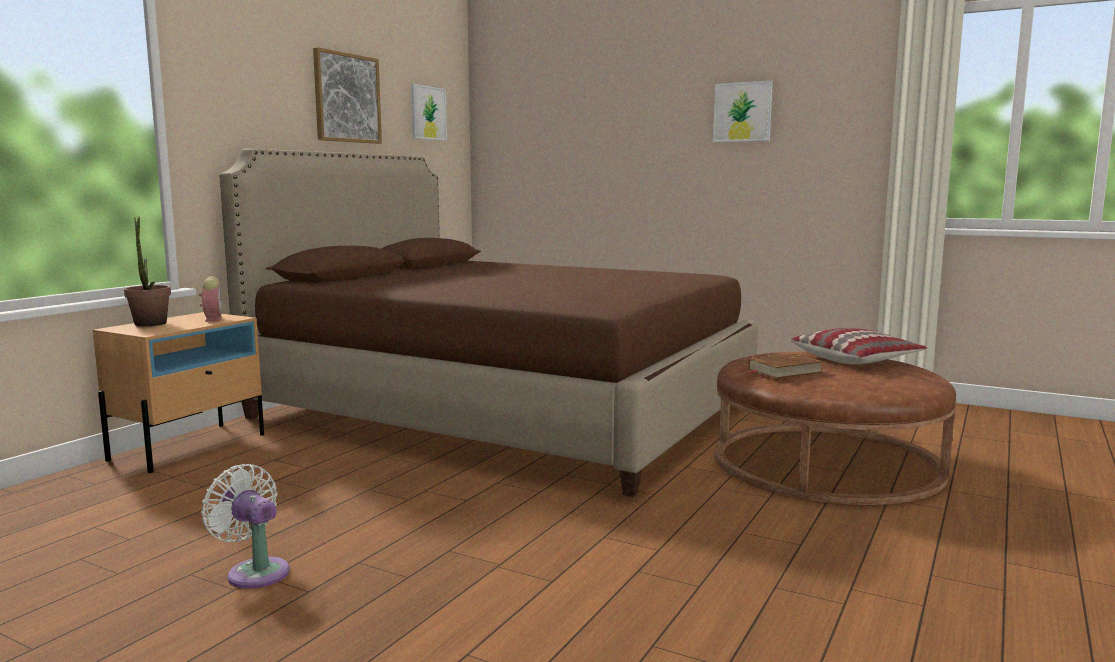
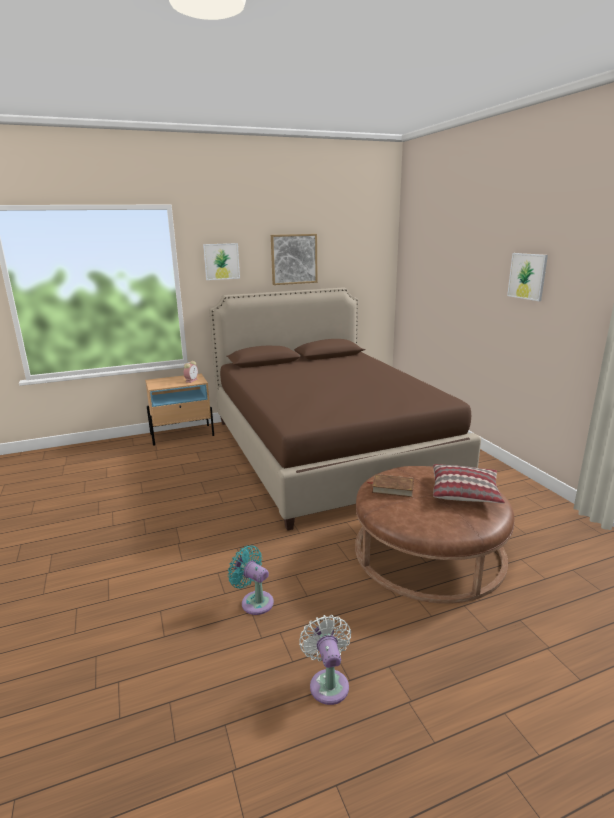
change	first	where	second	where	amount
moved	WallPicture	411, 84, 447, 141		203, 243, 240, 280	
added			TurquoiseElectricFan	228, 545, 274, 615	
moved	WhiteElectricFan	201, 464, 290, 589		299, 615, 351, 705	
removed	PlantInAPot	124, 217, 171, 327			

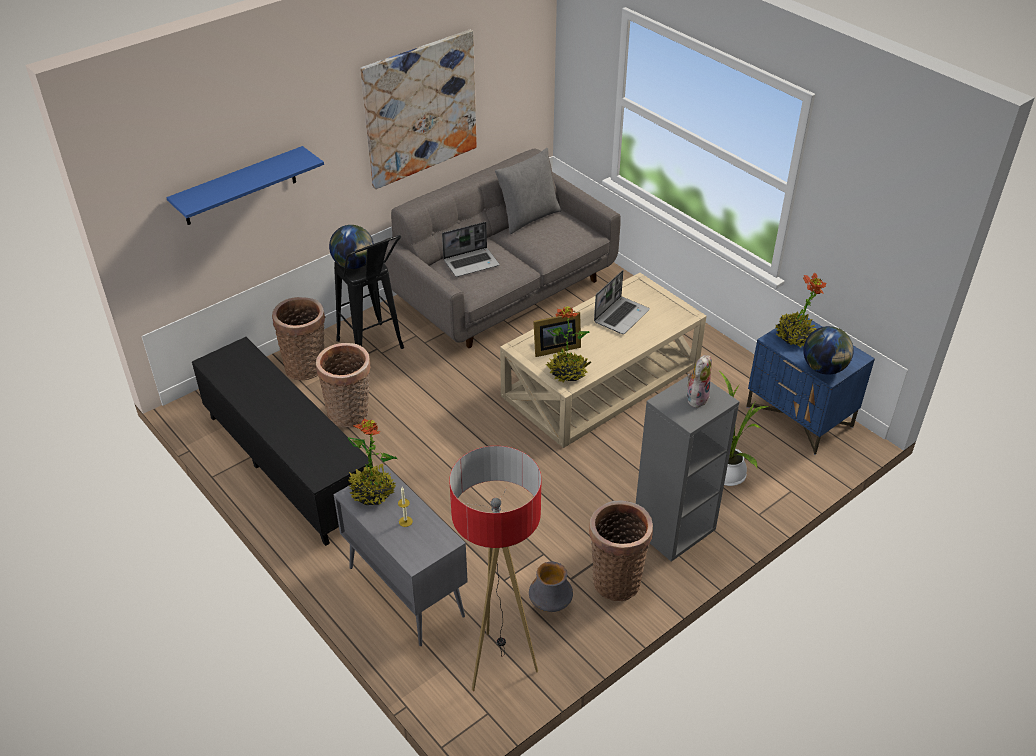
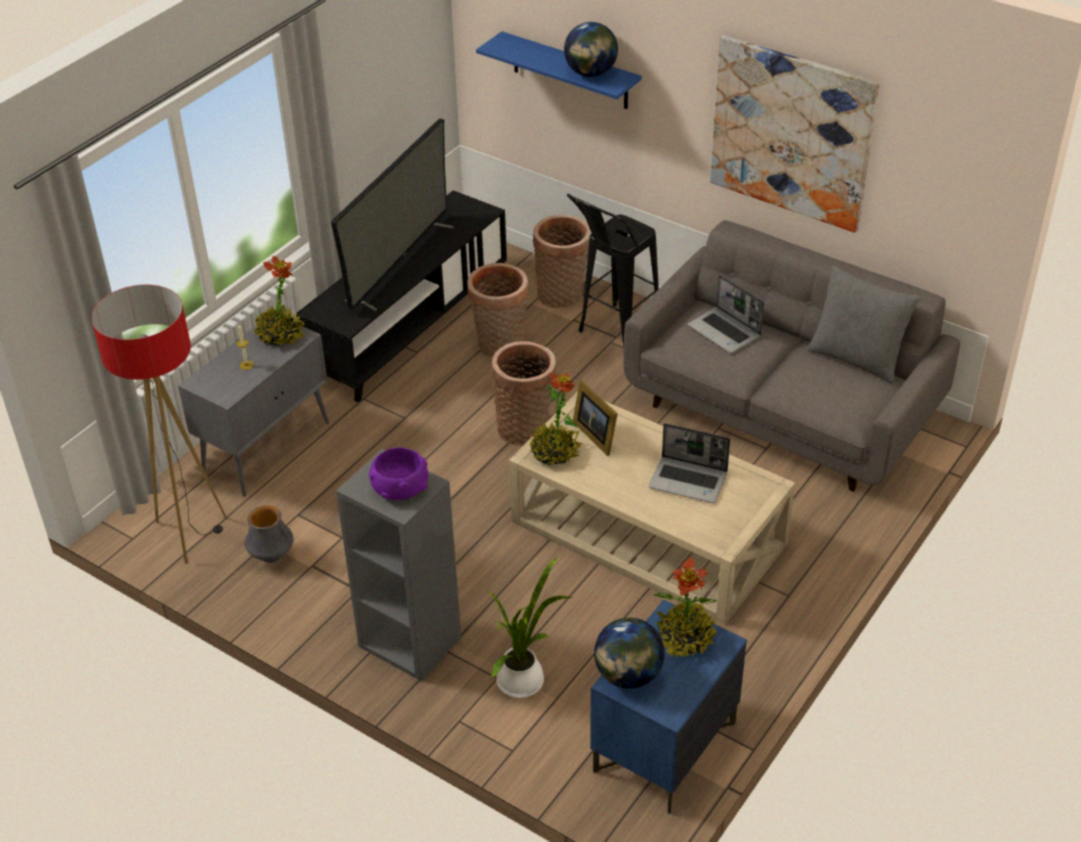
change	first	where	second	where	amount
added			TvSet	331, 118, 453, 311	
replaced	SoftToy	687, 355, 712, 408	PurplishBowl	369, 447, 428, 500	
moved	StorageBasket	589, 500, 653, 601		491, 341, 556, 445	
moved	DeskGlobe	329, 225, 374, 269		564, 22, 618, 77	

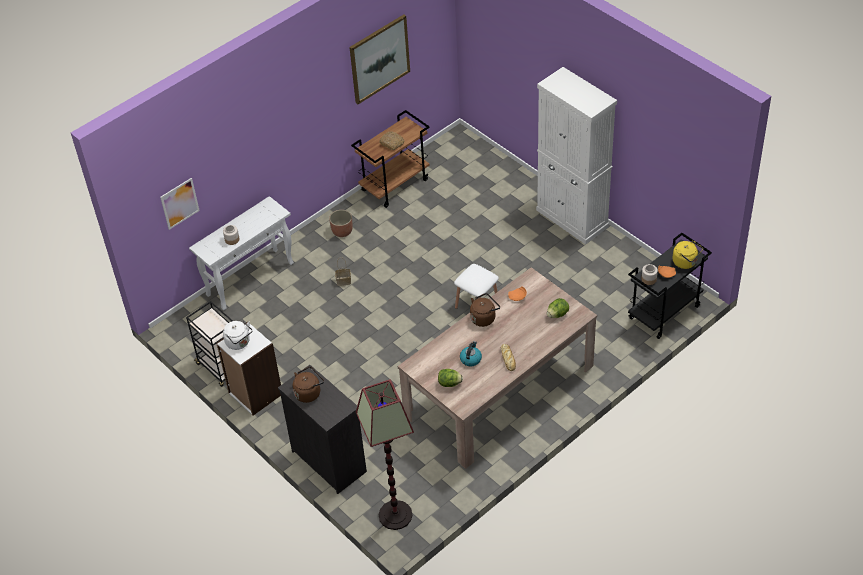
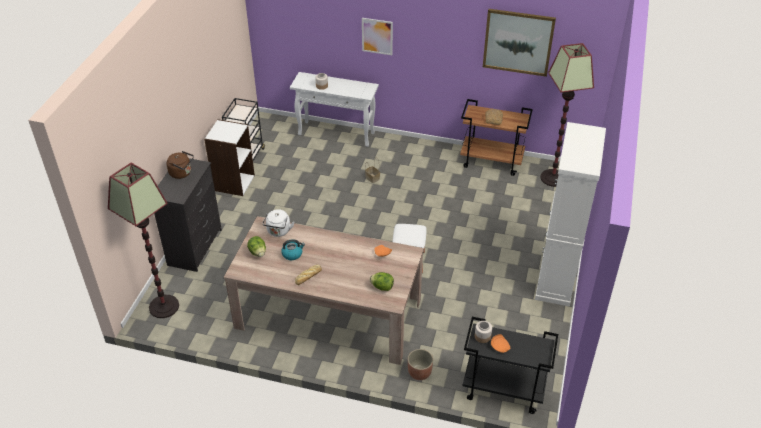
change	first	where	second	where	amount
moved	WhiteWaterKettle	223, 321, 253, 350		263, 209, 294, 237	
moved	WallPicture	160, 178, 200, 230		362, 18, 393, 55	
moved	FlowerPot	329, 210, 353, 237		408, 349, 433, 380	
added			FloorLamp	540, 43, 594, 187	
removed	BrownWaterKettle	470, 293, 500, 327			
removed	YellowWaterKettle	672, 241, 703, 269			

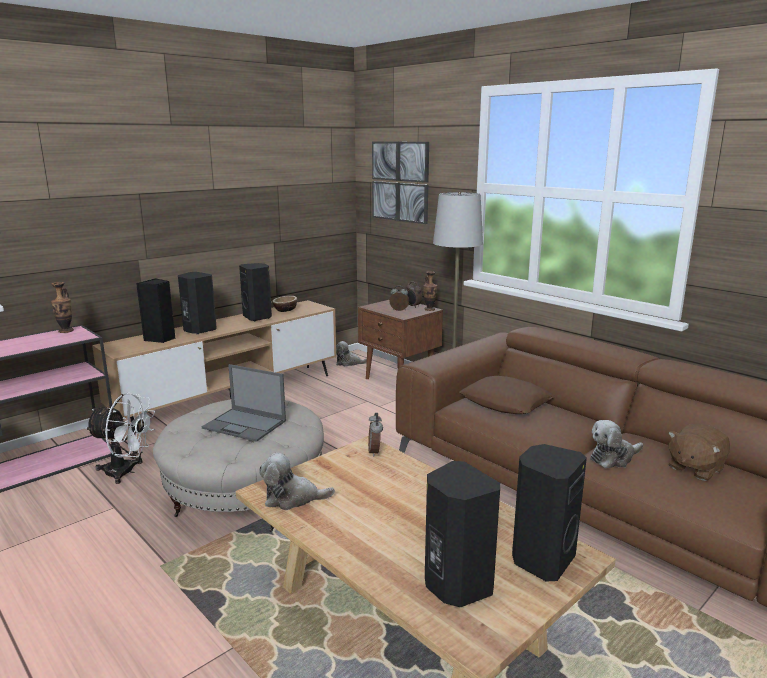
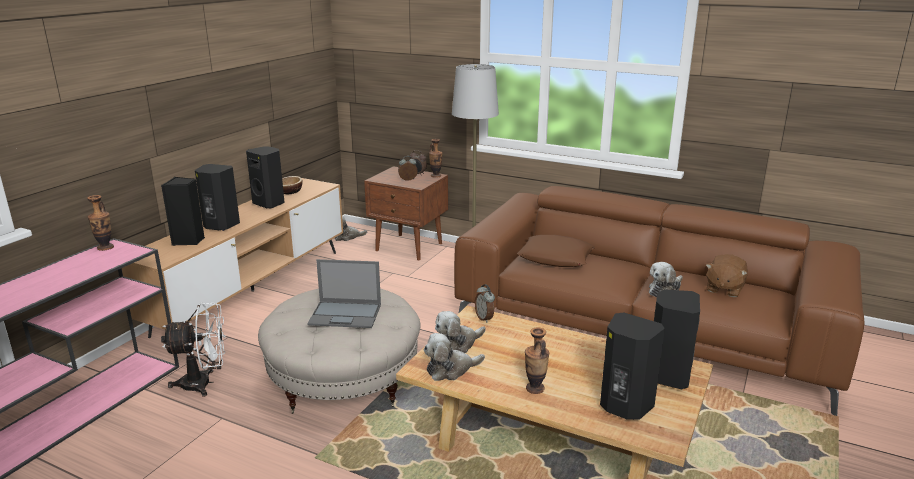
change	first	where	second	where	amount
added			SoftToy	435, 311, 486, 353	
added			Vase	525, 327, 549, 394	
removed	WallPicture	372, 142, 429, 224			

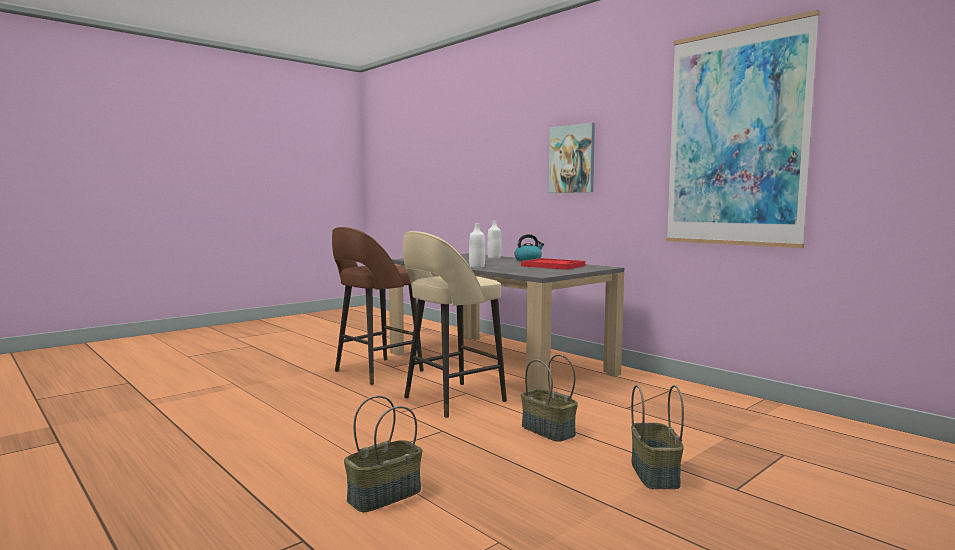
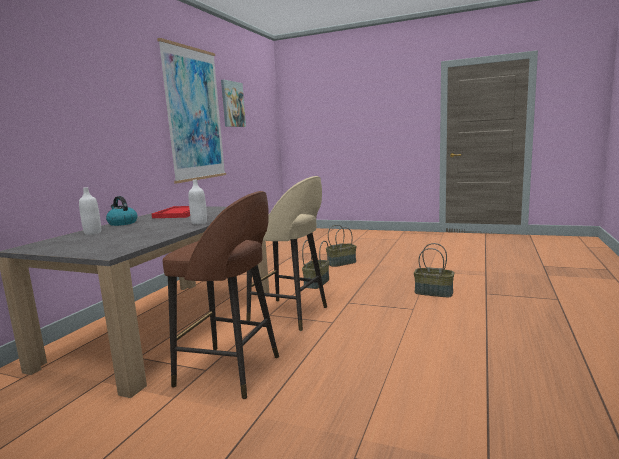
change	first	where	second	where	amount
moved	WallPicture	549, 122, 595, 193		221, 80, 246, 127	

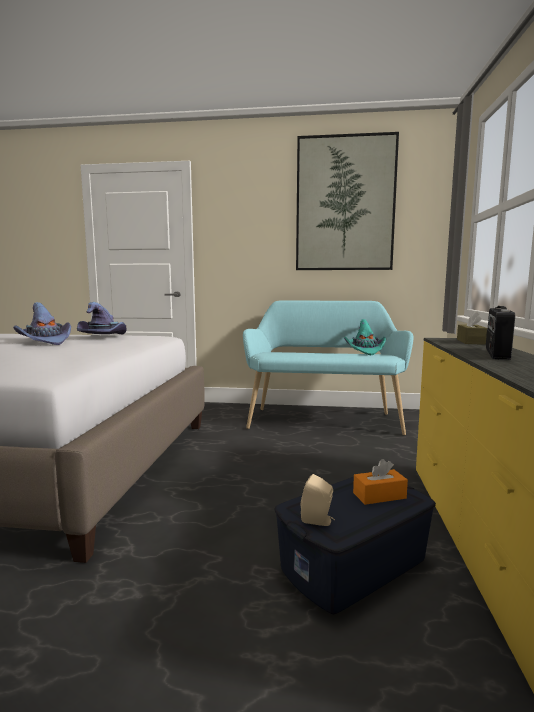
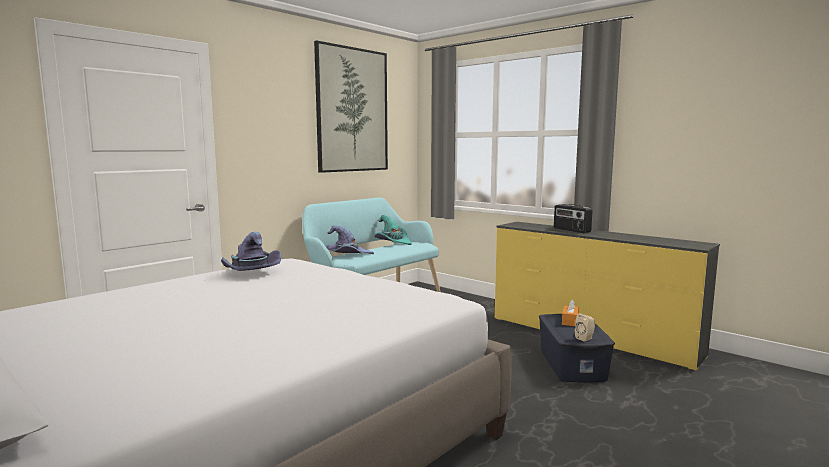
change	first	where	second	where	amount
moved	PurplishWearableHat	13, 302, 71, 345		327, 225, 374, 254	
removed	BrownBoxOfTissues	457, 311, 488, 345			

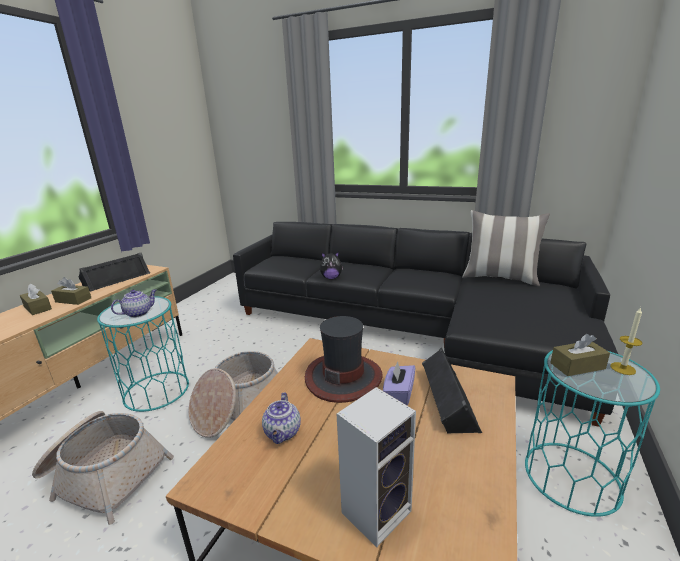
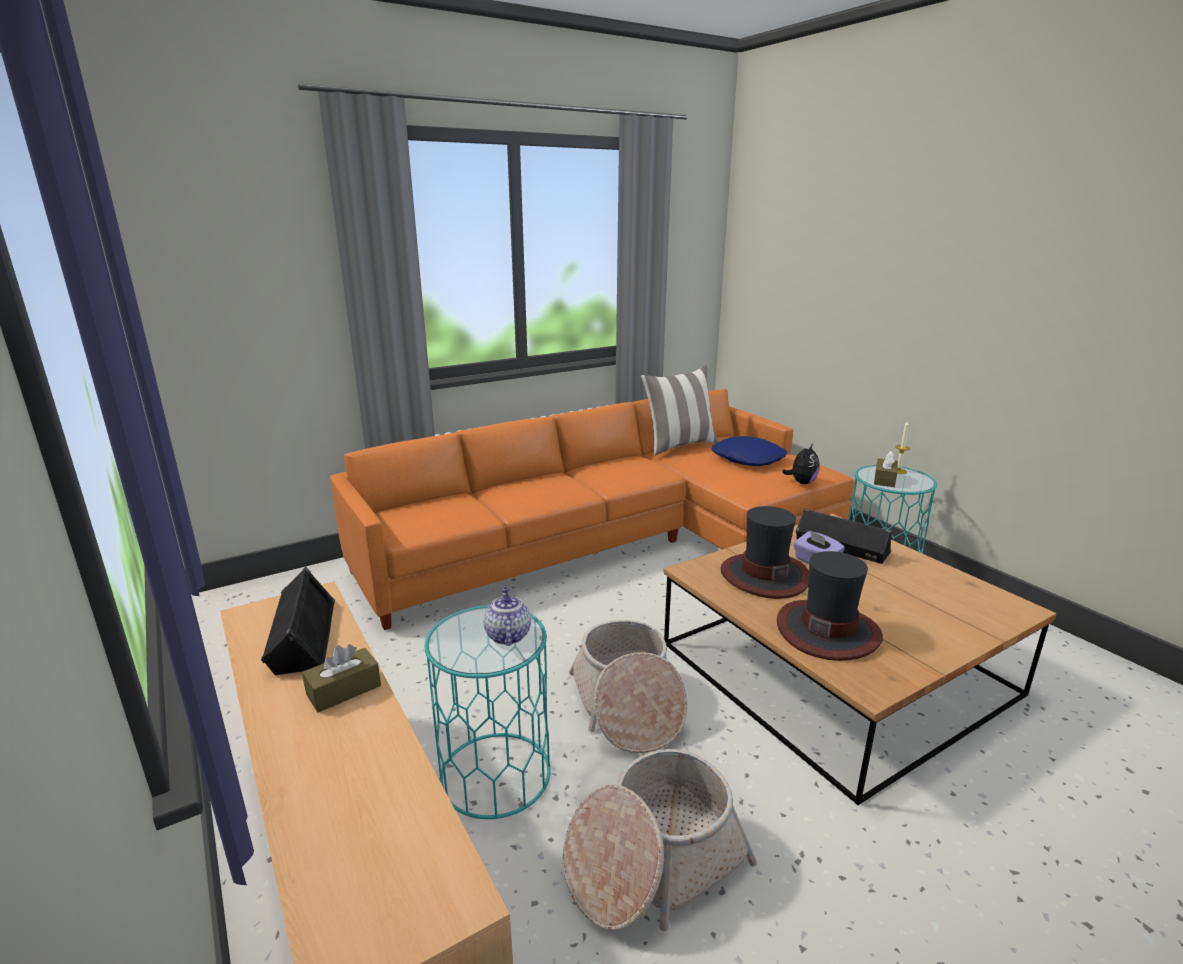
change	first	where	second	where	amount
recoloured	BlackSofa	233, 222, 618, 427	OrangeColouredSofa	330, 389, 854, 630	
added			BlueColouredPillow	712, 436, 788, 466	
replaced	PotForTea	262, 392, 301, 444	WearableHat	777, 551, 883, 661	
moved	SoftToy	320, 252, 344, 279		782, 444, 819, 484	
removed	BrownBoxOfTissues	20, 283, 52, 315			
removed	AudioSpeaker	336, 387, 416, 548			

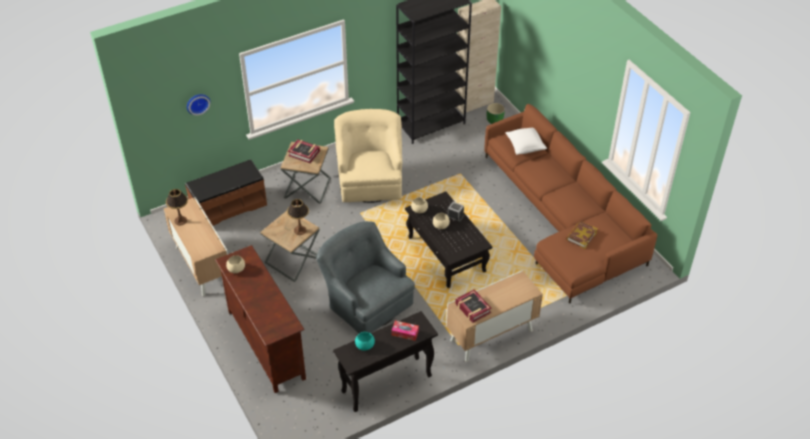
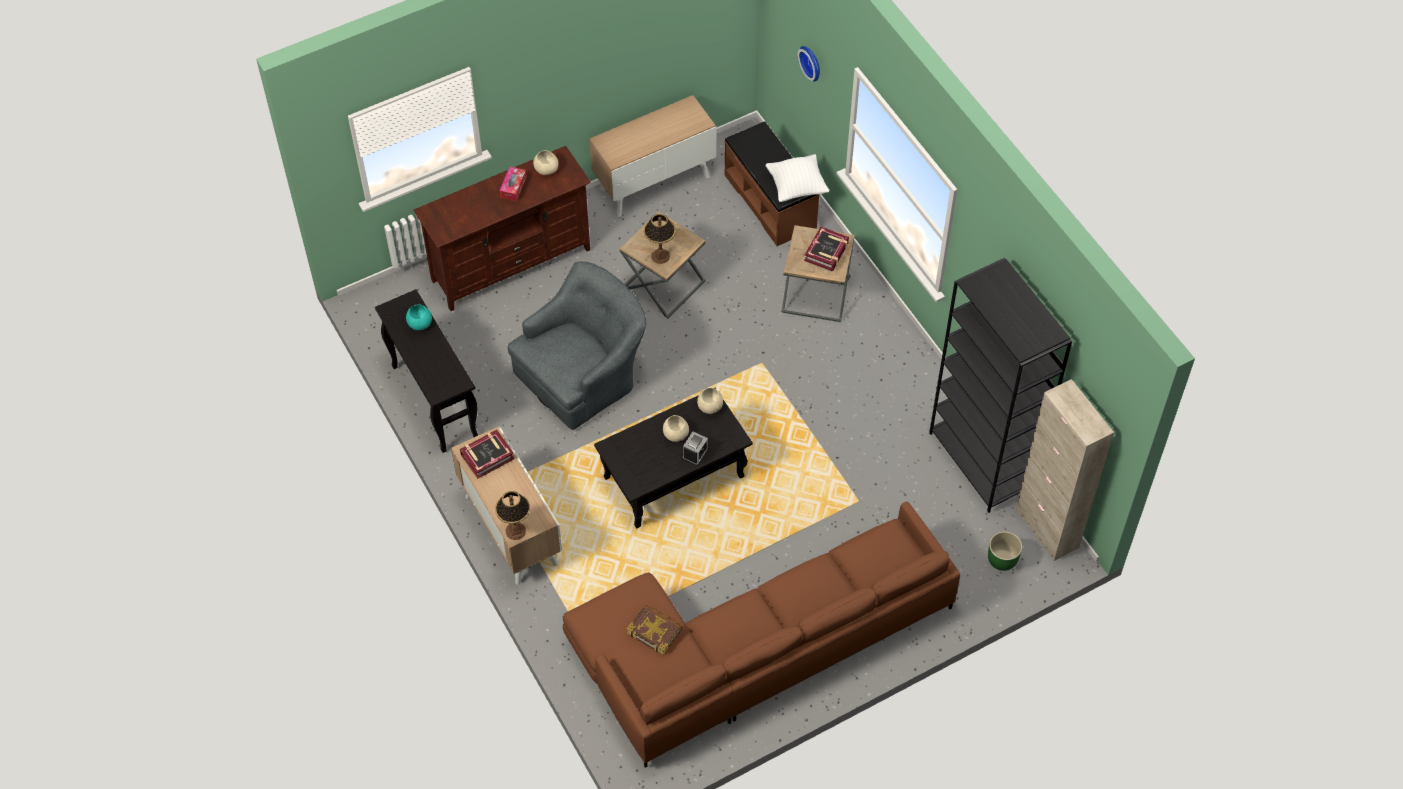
change	first	where	second	where	amount
moved	TabletopLamp	166, 189, 188, 226		495, 491, 530, 540	
moved	BoxOfTissues	392, 321, 419, 341		499, 167, 527, 201	
moved	WhitePillow	506, 128, 547, 155		766, 154, 829, 202	
removed	BeigeColouredEasyChair	334, 109, 402, 203			

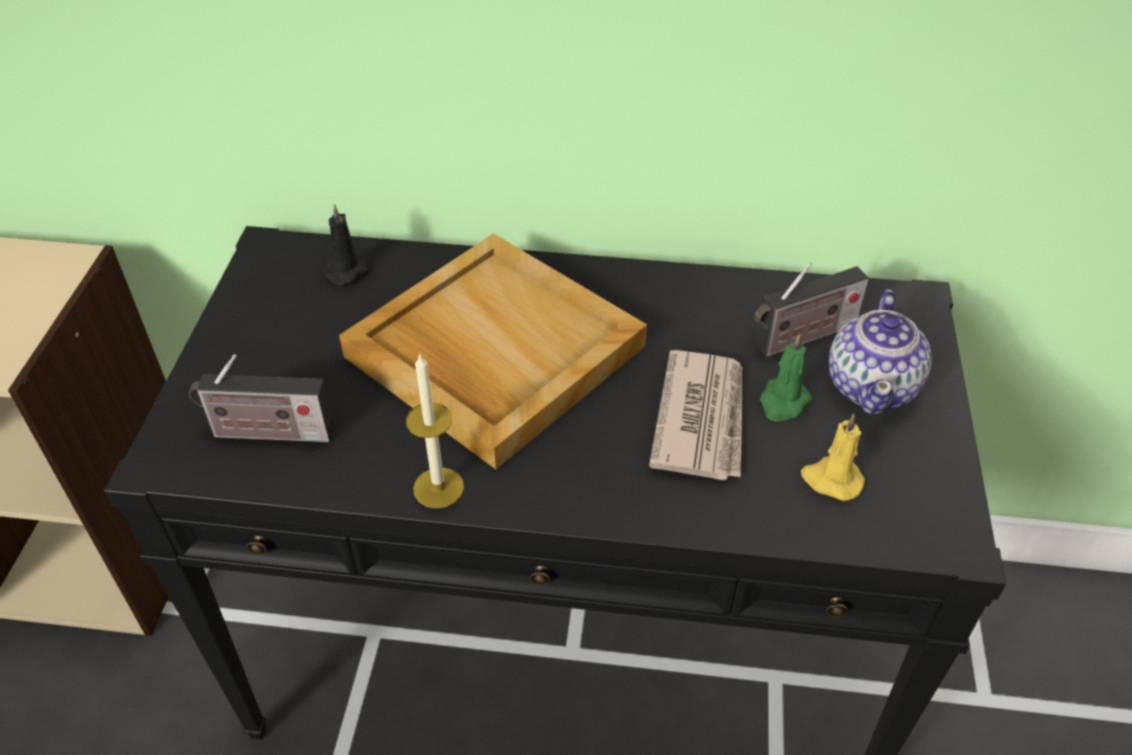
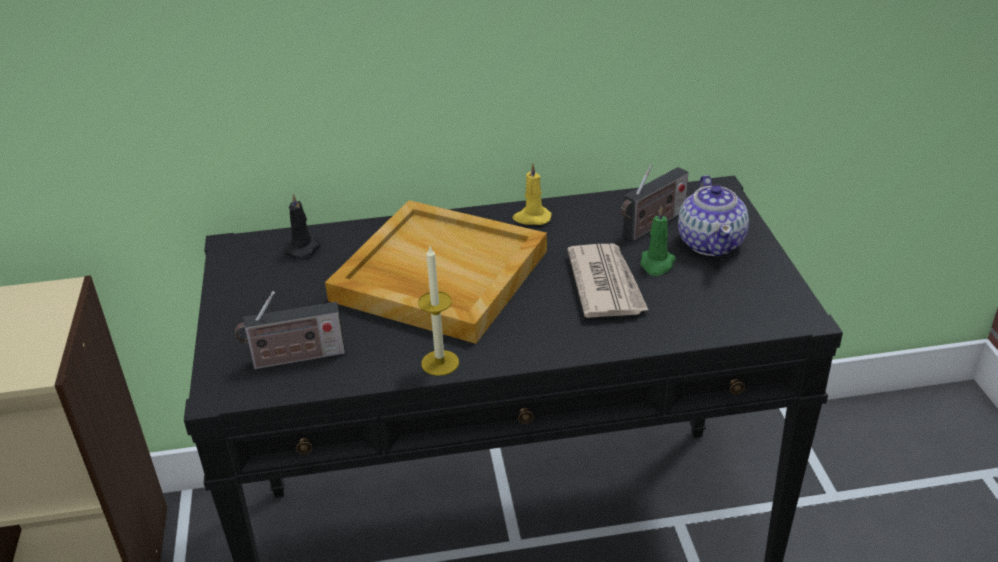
change	first	where	second	where	amount
moved	YellowCandle	801, 413, 865, 501		512, 163, 552, 225	

